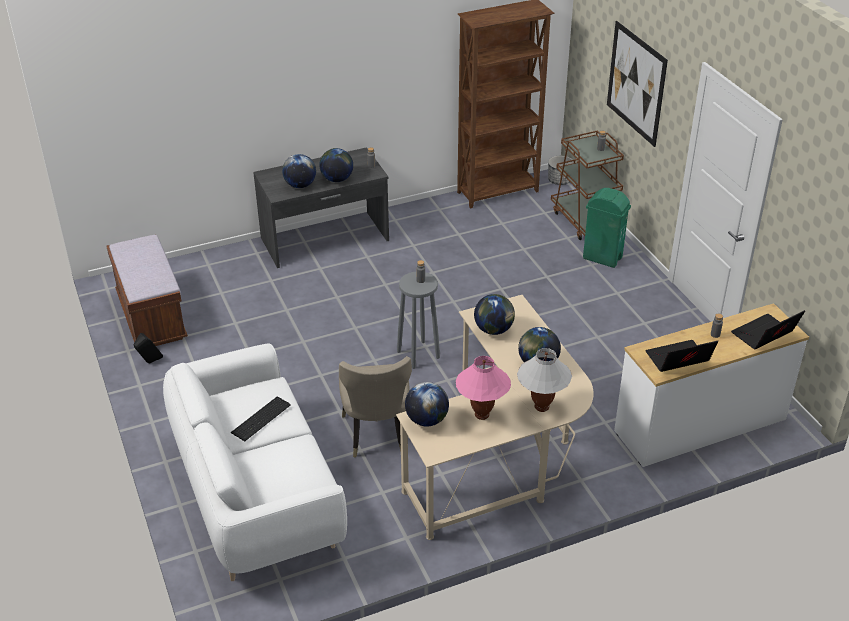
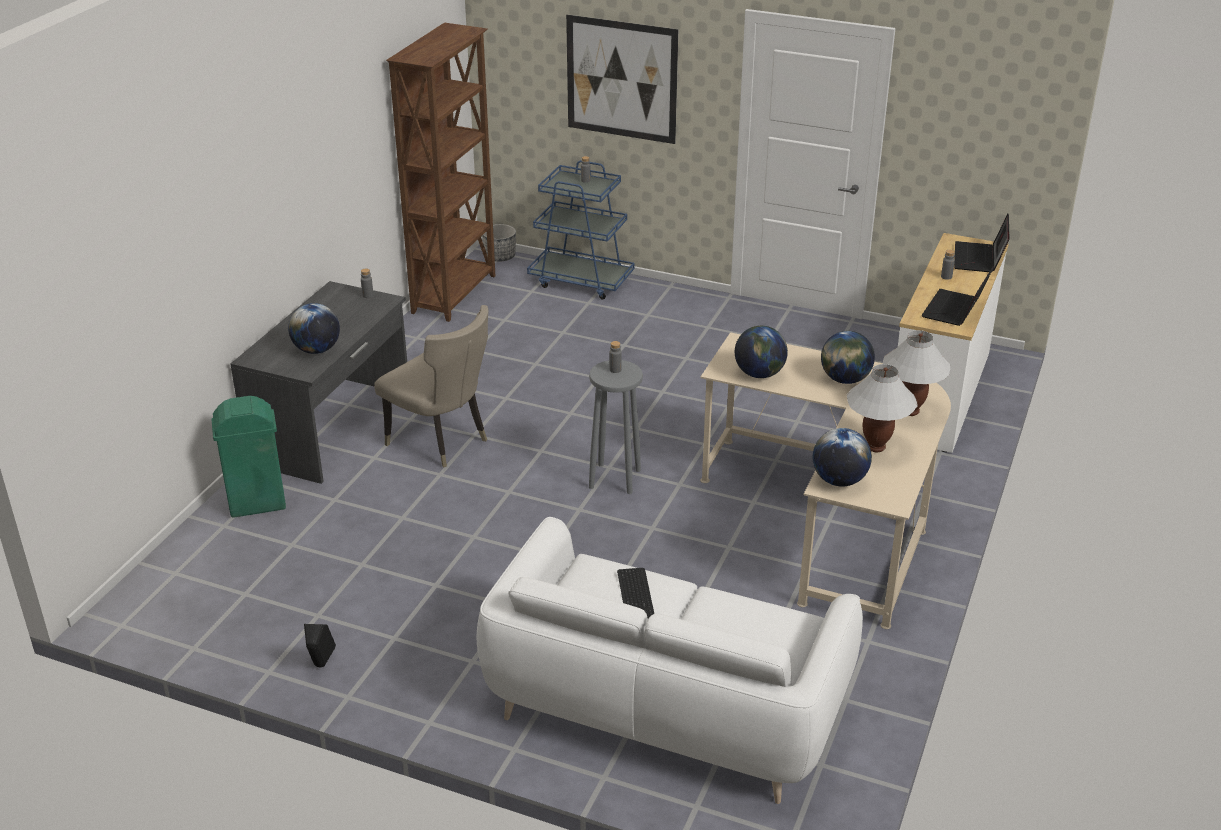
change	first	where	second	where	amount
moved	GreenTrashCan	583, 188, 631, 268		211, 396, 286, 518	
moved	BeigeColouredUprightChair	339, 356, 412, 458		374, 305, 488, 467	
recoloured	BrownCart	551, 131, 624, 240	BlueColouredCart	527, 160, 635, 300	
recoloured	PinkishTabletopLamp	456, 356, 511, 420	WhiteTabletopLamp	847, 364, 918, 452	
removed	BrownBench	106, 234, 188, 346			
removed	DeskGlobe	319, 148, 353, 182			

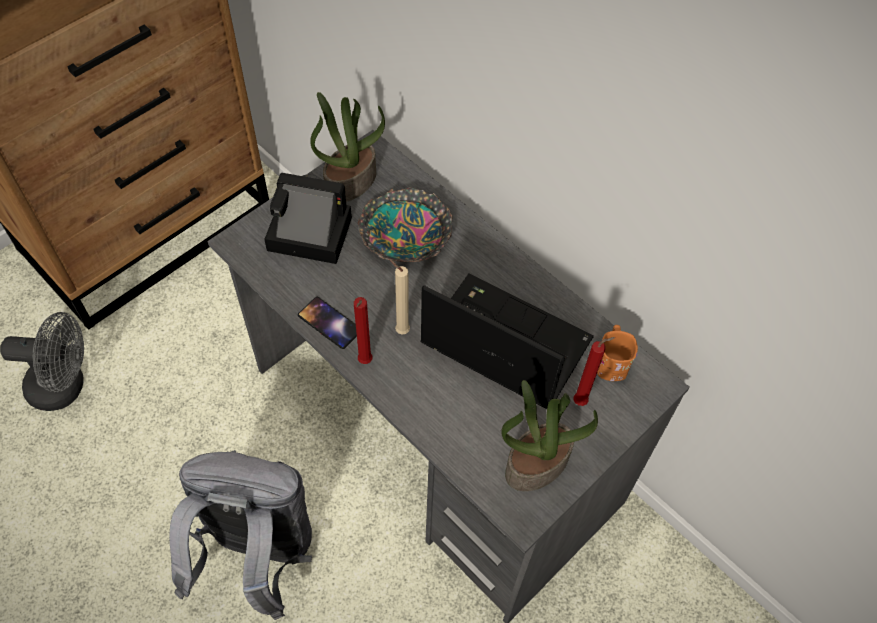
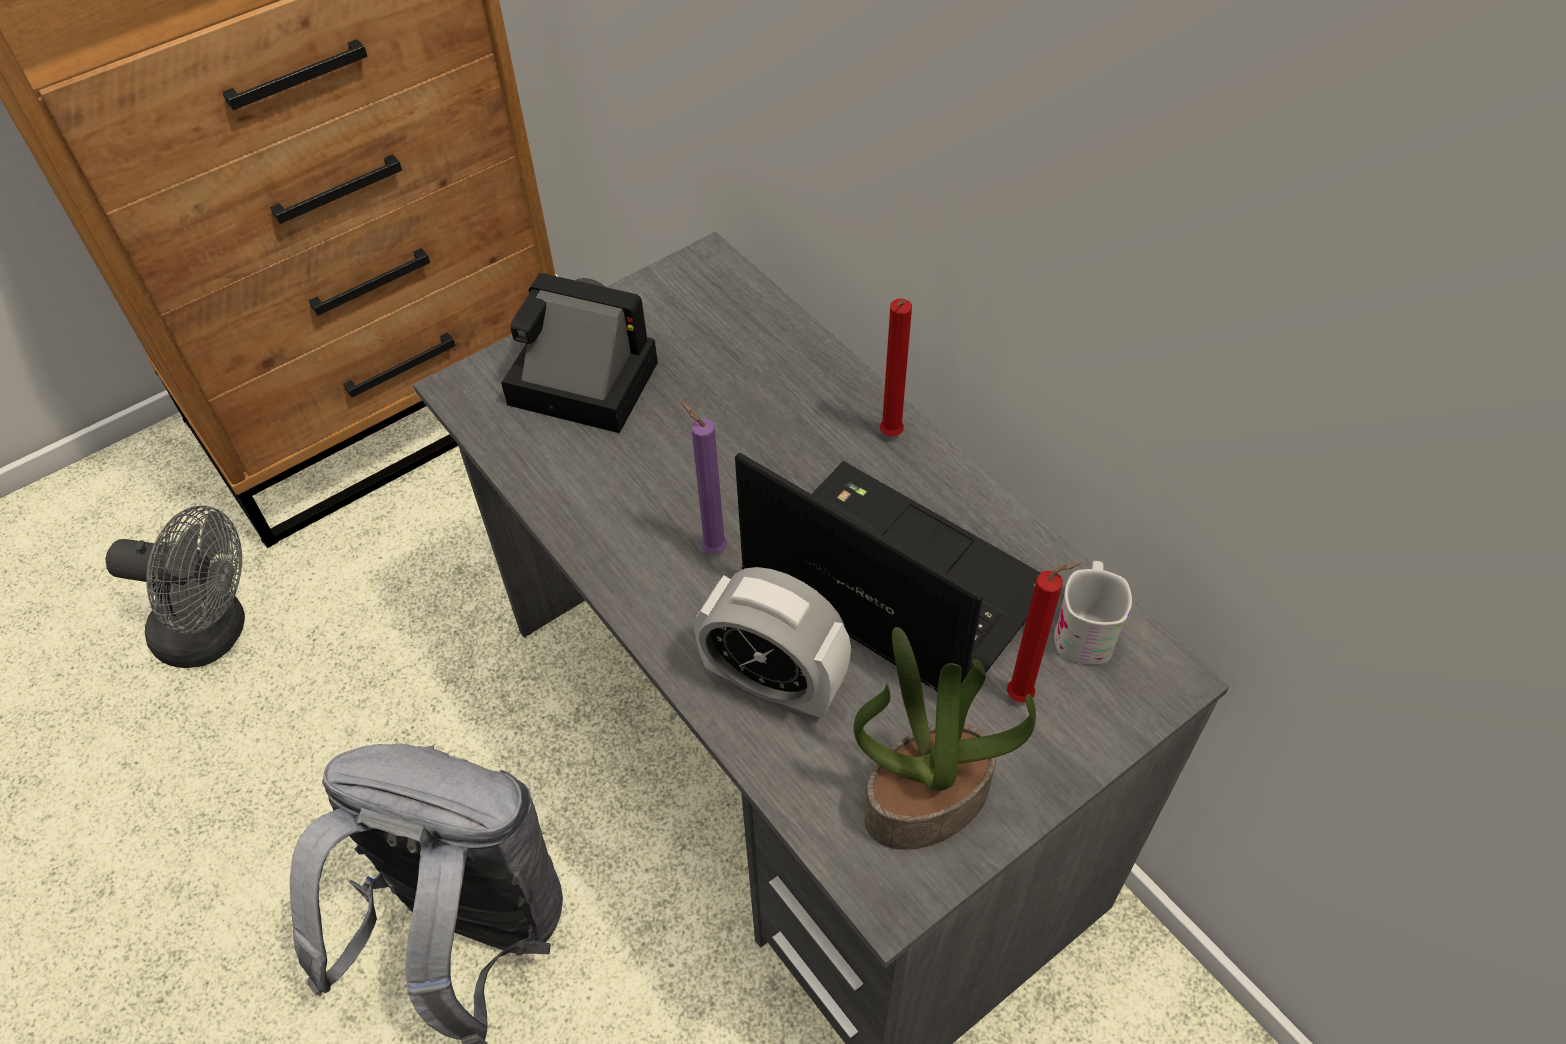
change	first	where	second	where	amount
recoloured	BeigeColouredCandle	389, 259, 410, 335	PurplishCandle	681, 401, 727, 554	
added			BedsideClock	694, 567, 851, 719	
moved	RedColouredCandle	354, 297, 372, 364		880, 299, 912, 436	
recoloured	OrangeColouredCoffeeMug	597, 325, 638, 381	WhiteCoffeeMug	1054, 561, 1132, 665	
removed	Telephone	298, 297, 357, 349			
removed	PlantInAPot	310, 92, 385, 202			
removed	Bowl	358, 187, 453, 262			

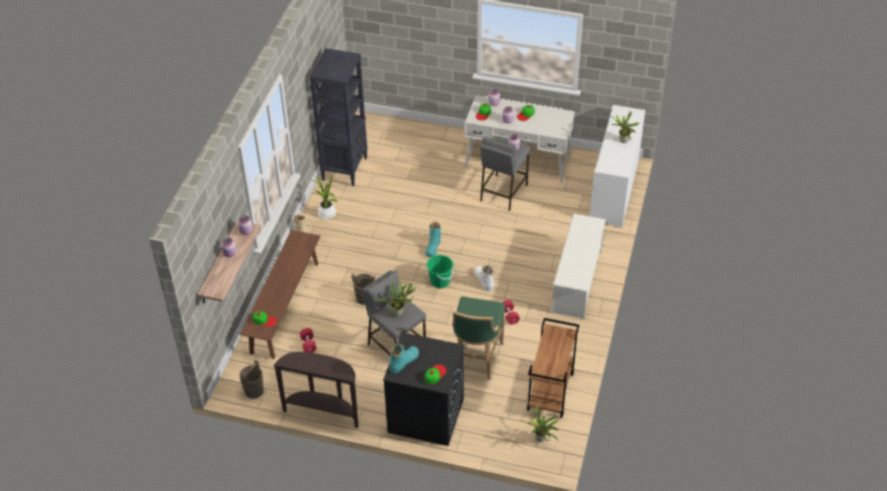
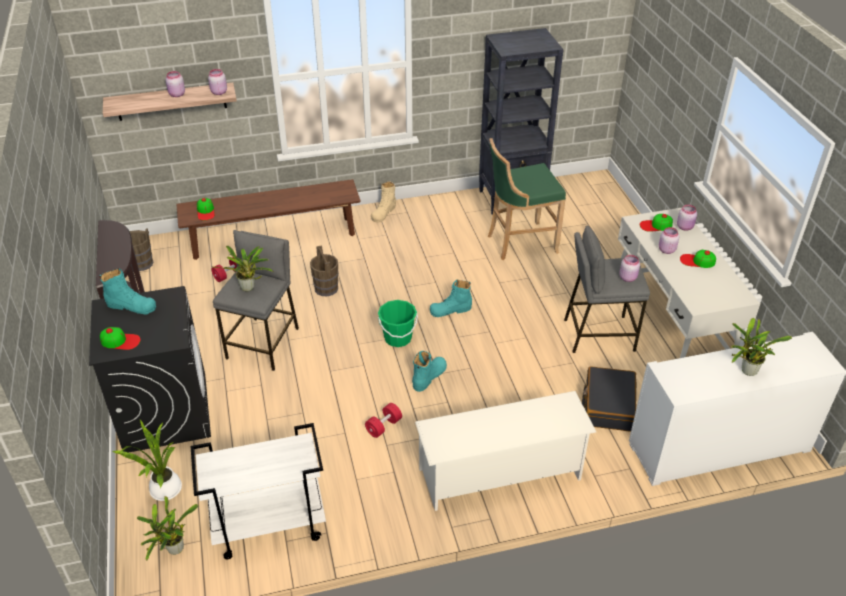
change	first	where	second	where	amount
moved	PlantInAPot	312, 174, 338, 219		112, 420, 182, 501	
recoloured	BrownCart	527, 318, 579, 418	WhiteCart	191, 423, 326, 559	
recoloured	WhiteTallBoot	474, 265, 494, 292	TurquoiseTallBoot	412, 351, 447, 392	
moved	GreenStoolSeat	452, 296, 505, 380		488, 138, 566, 260	
added			BlackTravelCase	582, 366, 637, 432	

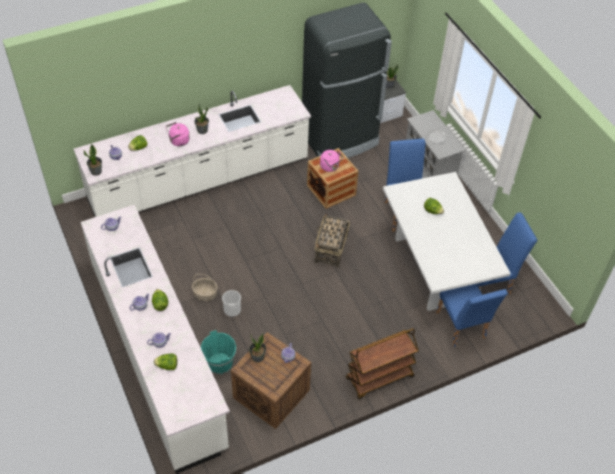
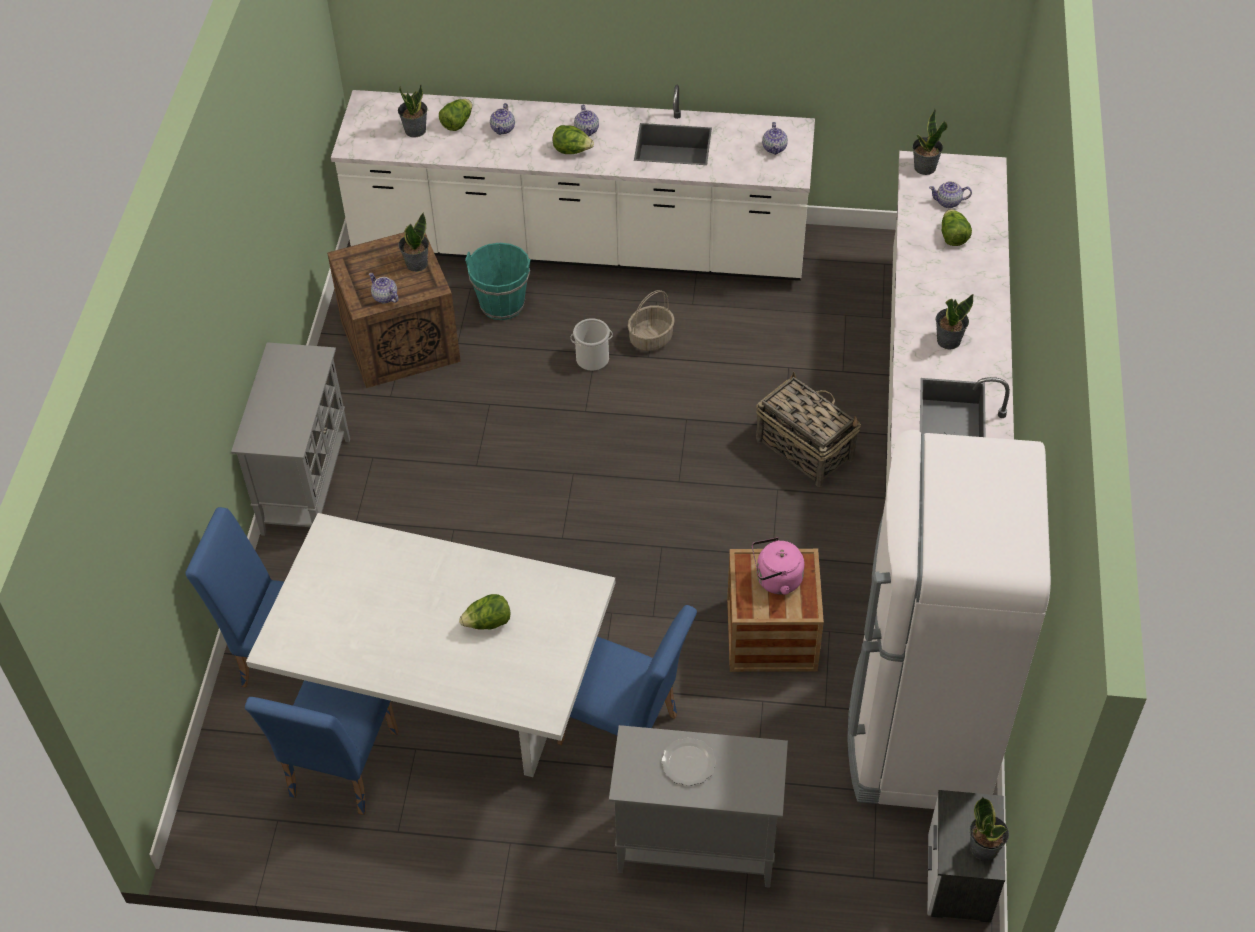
change	first	where	second	where	amount
replaced	BrownCart	346, 328, 419, 400	GreyishCupboard	231, 342, 350, 536	
added			PlantInAPot	398, 84, 427, 138	
moved	StorageBasket	315, 214, 350, 267		756, 372, 861, 487	
recoloured	BlackRefrigerator	302, 3, 392, 158	WhiteRefrigerator	847, 430, 1051, 809	
removed	PinkishWaterKettle	166, 122, 190, 146			

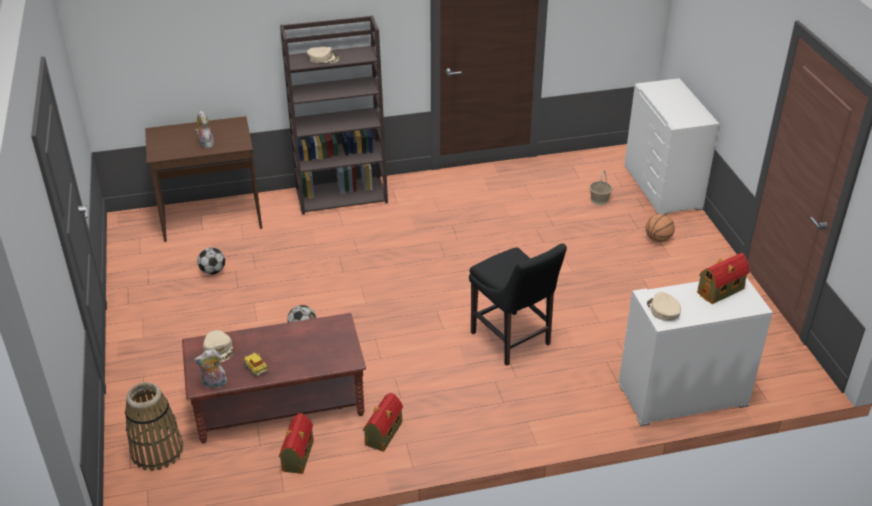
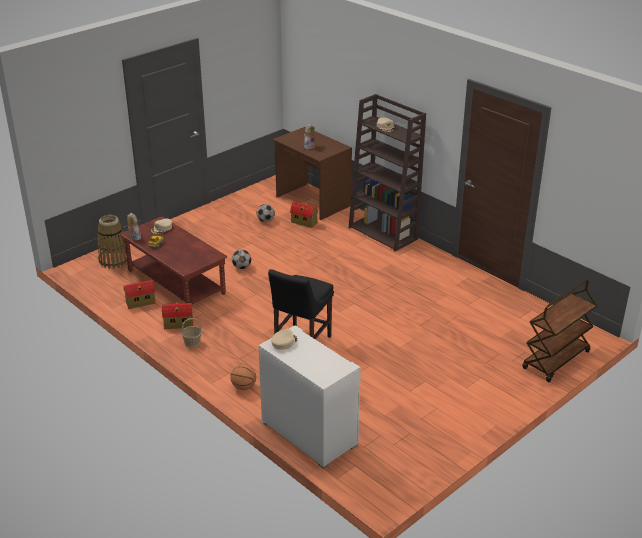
change	first	where	second	where	amount
moved	StorageBasket	589, 170, 612, 205		181, 318, 202, 348	
moved	BallForBasketball	646, 214, 675, 242		230, 364, 256, 390	
moved	ModelHouse	697, 253, 749, 304		290, 202, 318, 228	
replaced	WhiteDrawerChest	624, 78, 719, 215	BrownCart	523, 279, 598, 382	

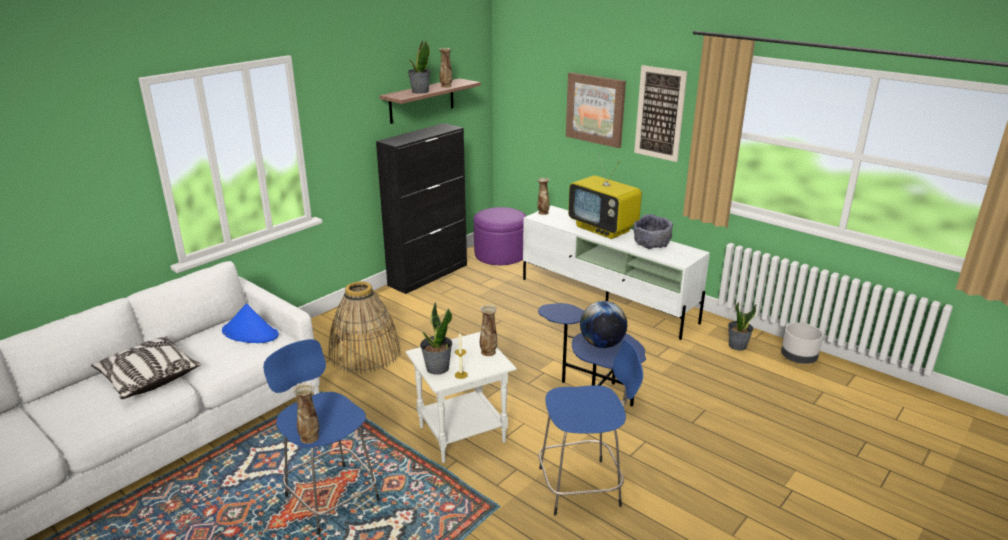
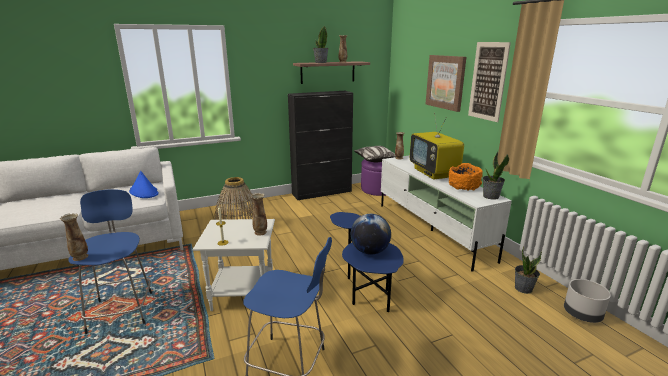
change	first	where	second	where	amount
moved	Pillow	91, 336, 201, 399		354, 146, 396, 162	
recoloured	GreyishBowl	634, 214, 673, 249	OrangeColouredBowl	449, 163, 483, 191	
moved	PlantInAPot	420, 302, 452, 375		482, 151, 509, 200	

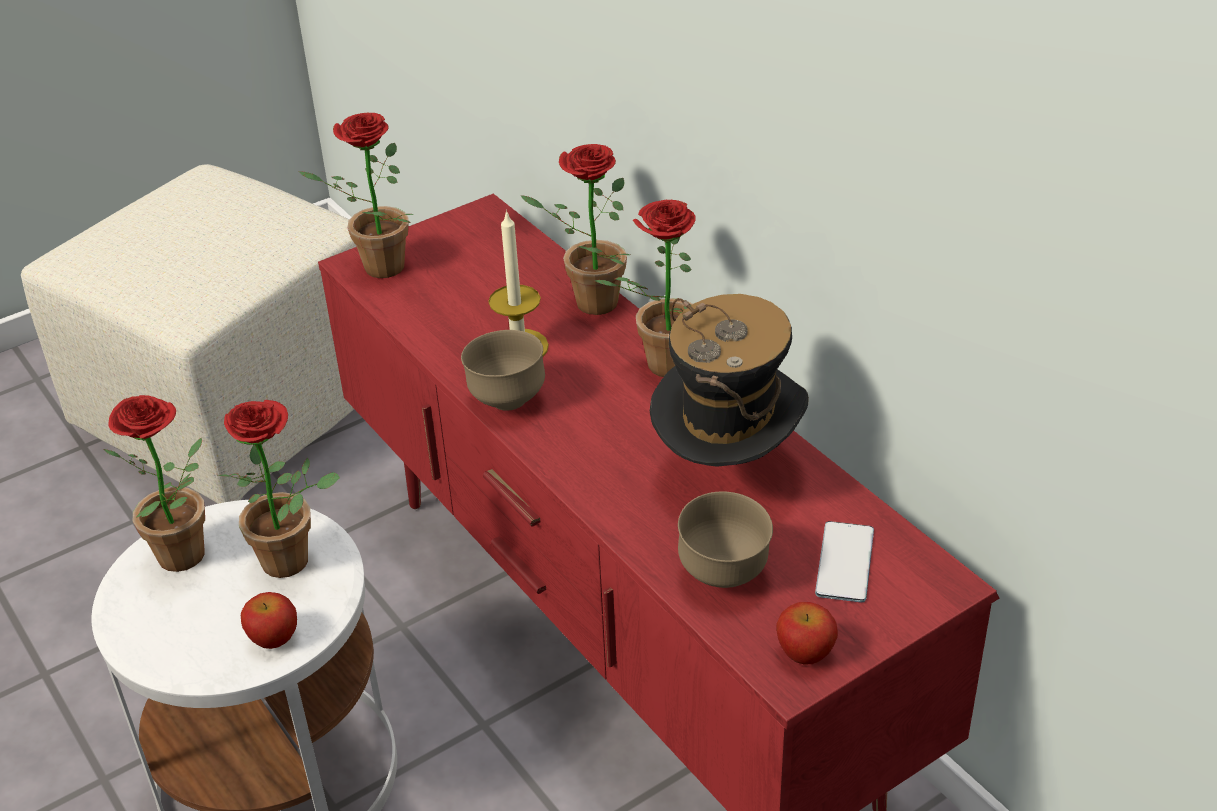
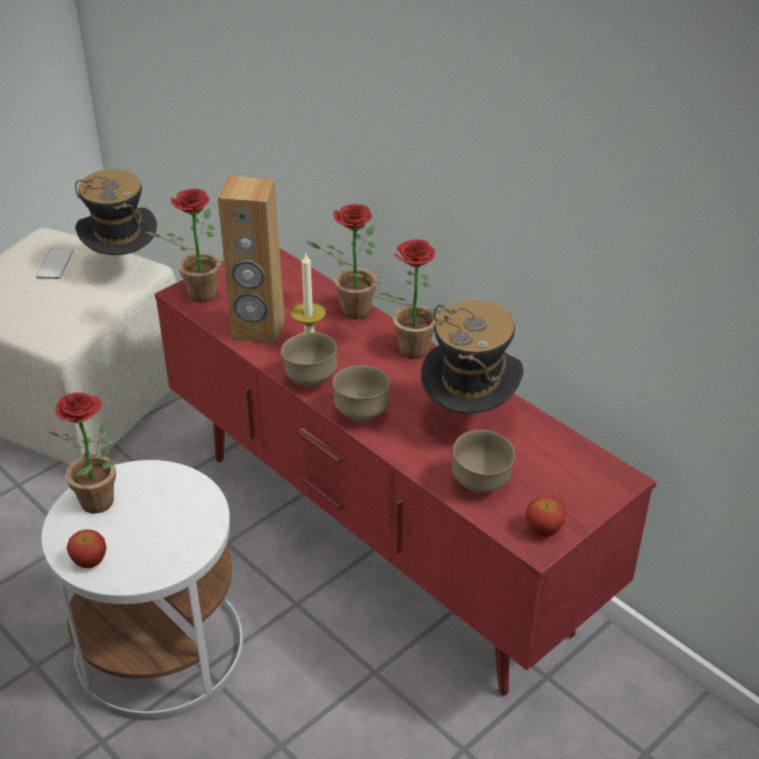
change	first	where	second	where	amount
moved	Telephone	815, 521, 874, 603		36, 248, 73, 279	
moved	AppleFruit	241, 592, 297, 649		67, 530, 106, 568	
added			WearableHat	75, 169, 157, 255	
added			BrownAudioSpeaker	218, 176, 285, 344	
added			BrownBowl	333, 365, 391, 422	
removed	PlantInAPot	217, 400, 340, 578			

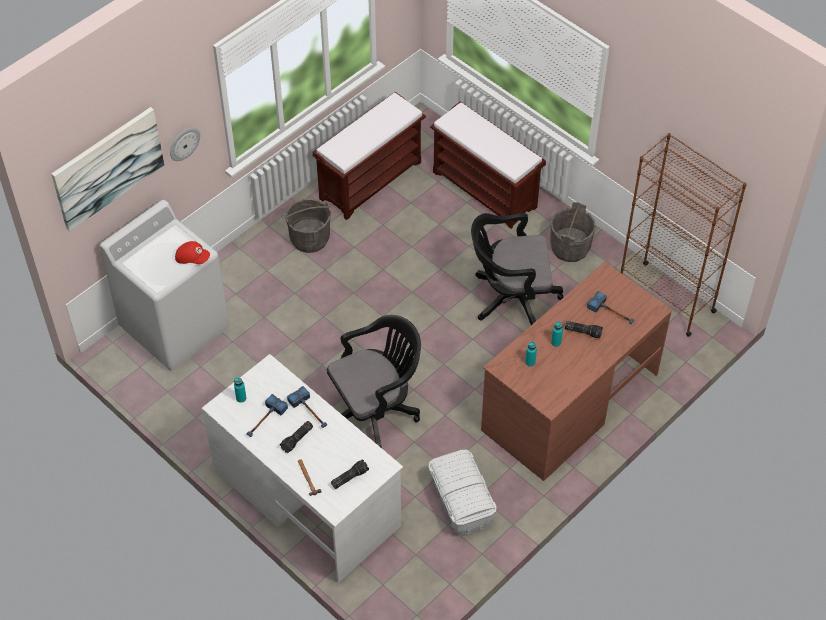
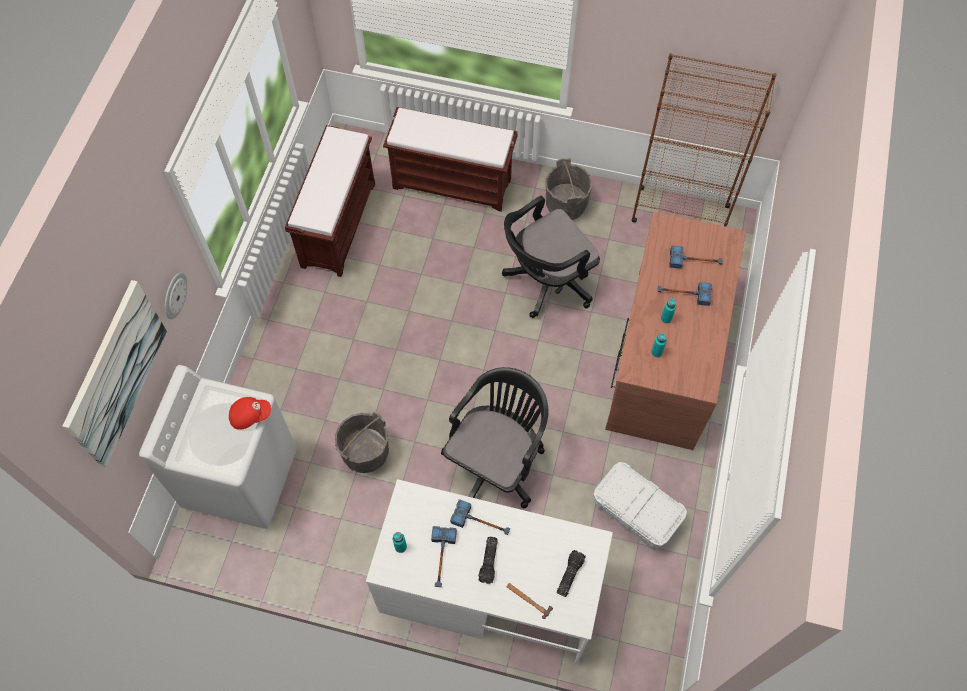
change	first	where	second	where	amount
moved	GreyishPail	284, 199, 331, 253		335, 411, 389, 473	
replaced	Flashlight	565, 321, 603, 338	ToolHammer	658, 282, 712, 306	

